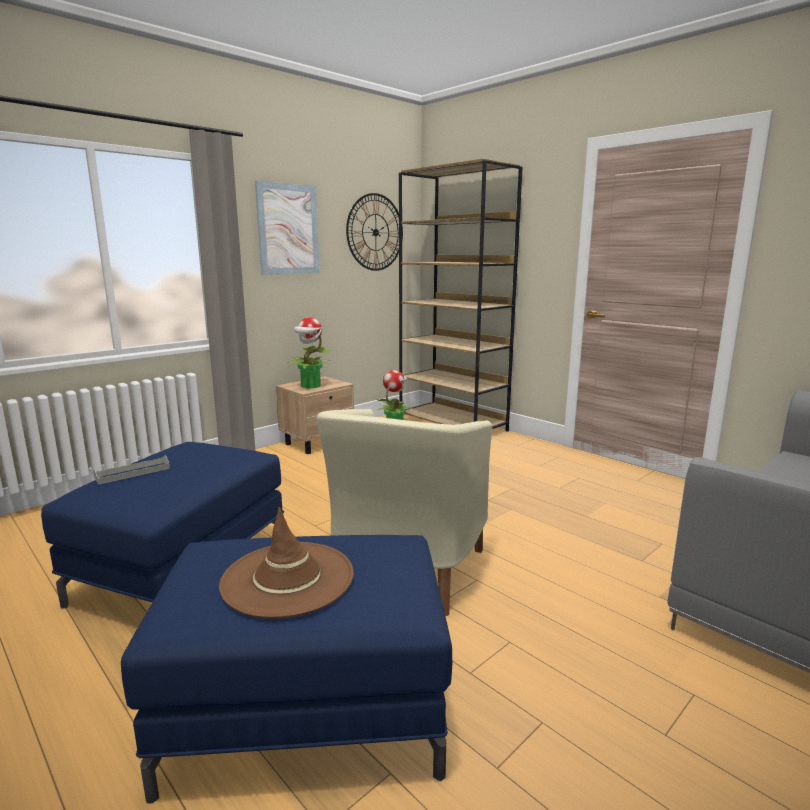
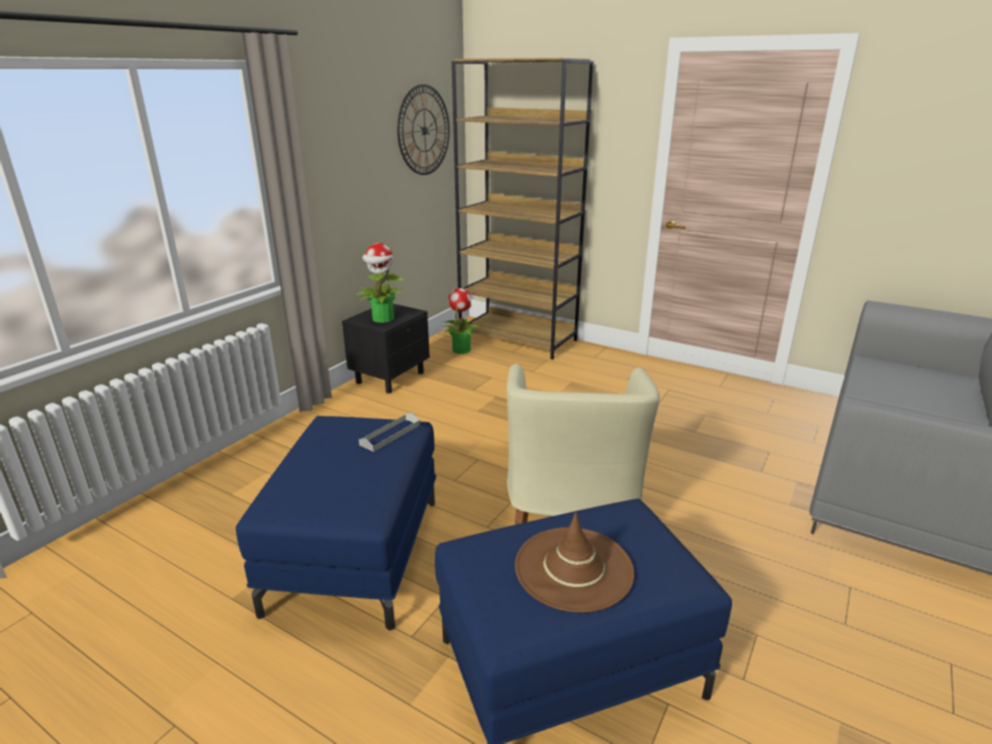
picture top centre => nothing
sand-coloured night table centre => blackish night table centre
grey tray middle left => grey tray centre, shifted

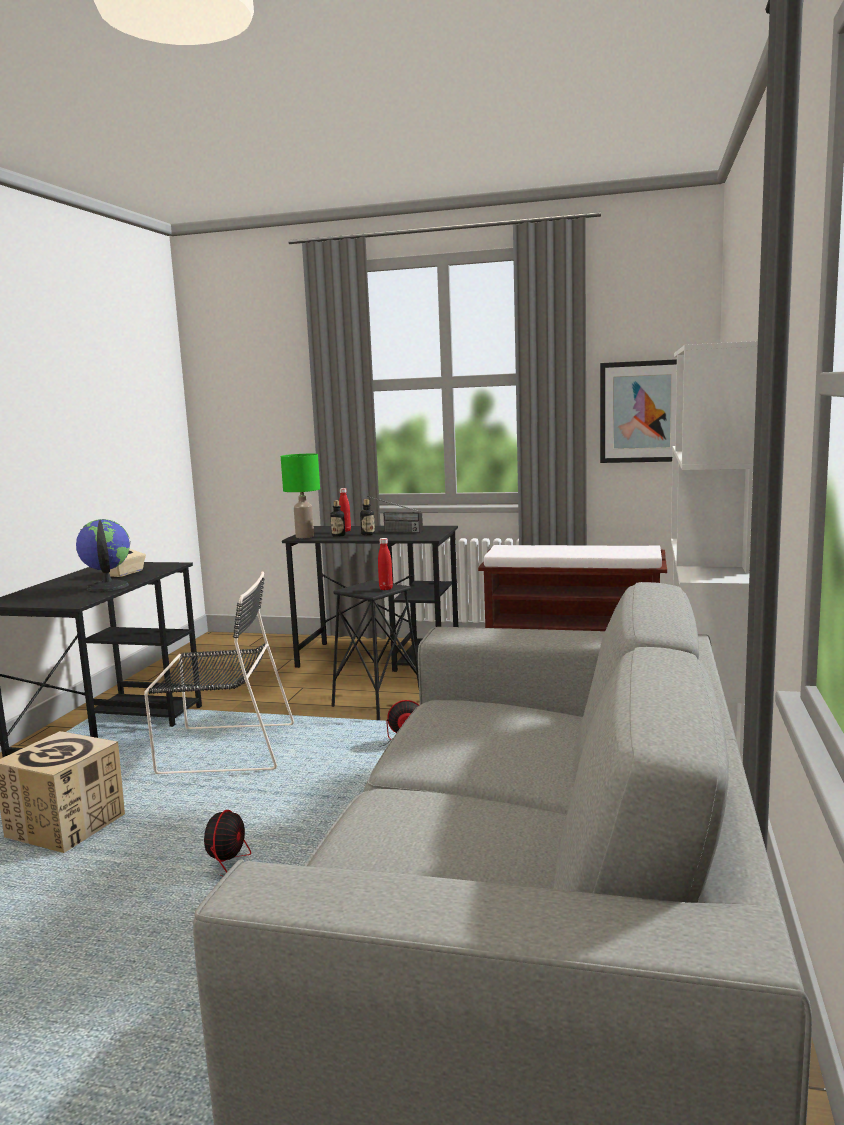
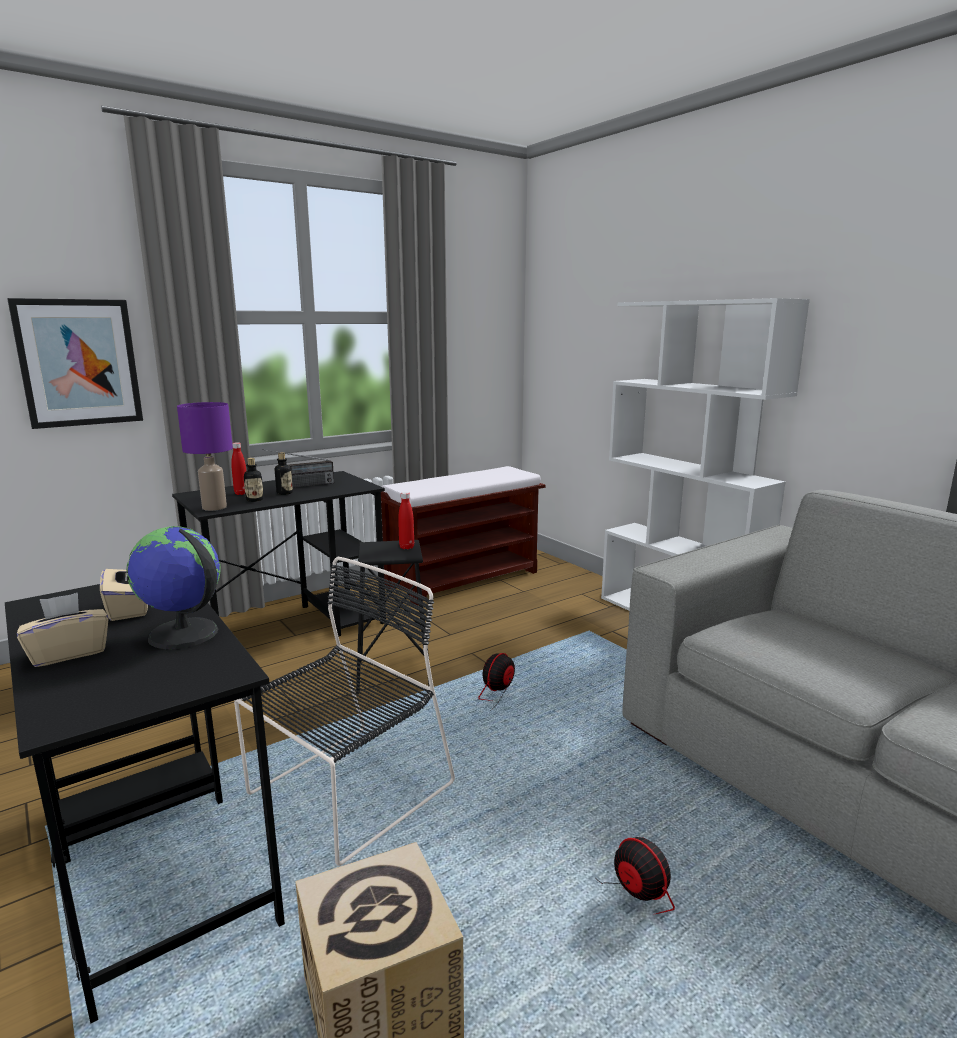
picture middle right => picture middle left, shifted
green table lamp centre => purple-coloured table lamp middle left
nothing => sand-coloured tissue holder (no. 1 from left) middle left

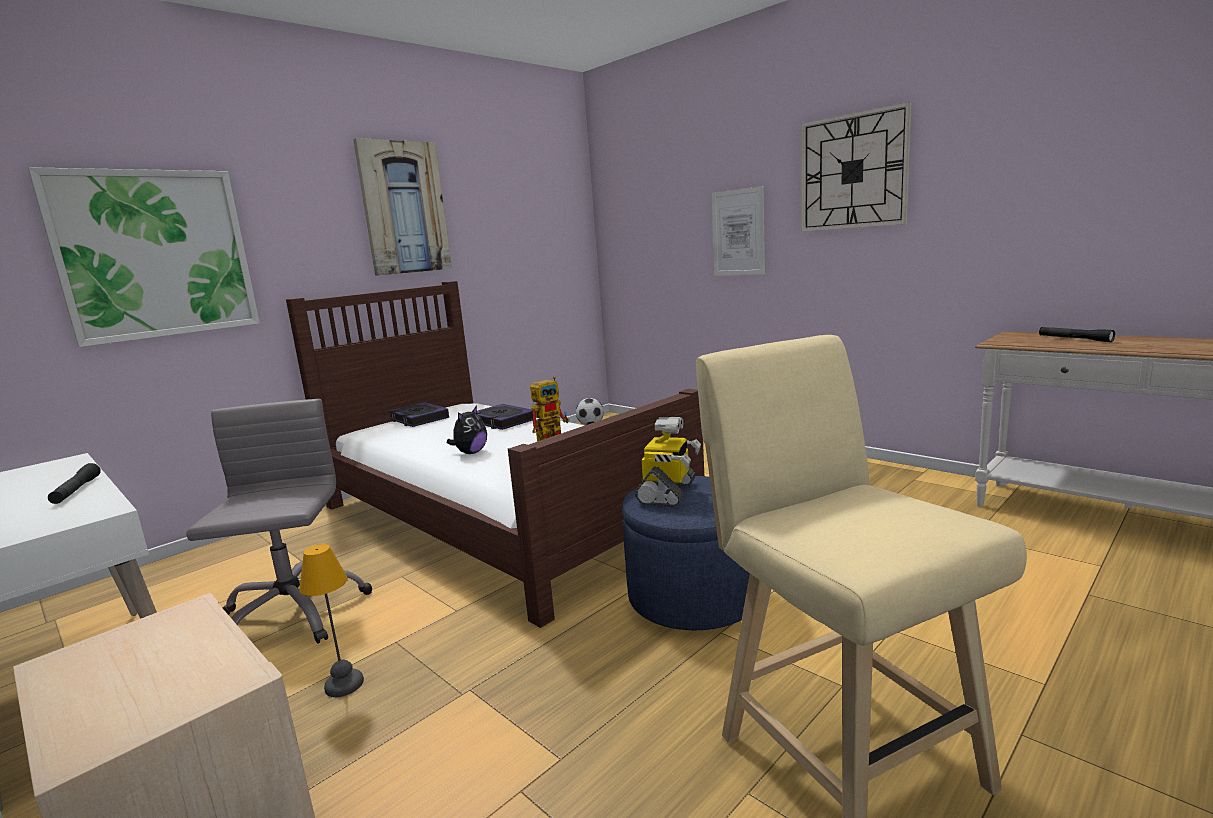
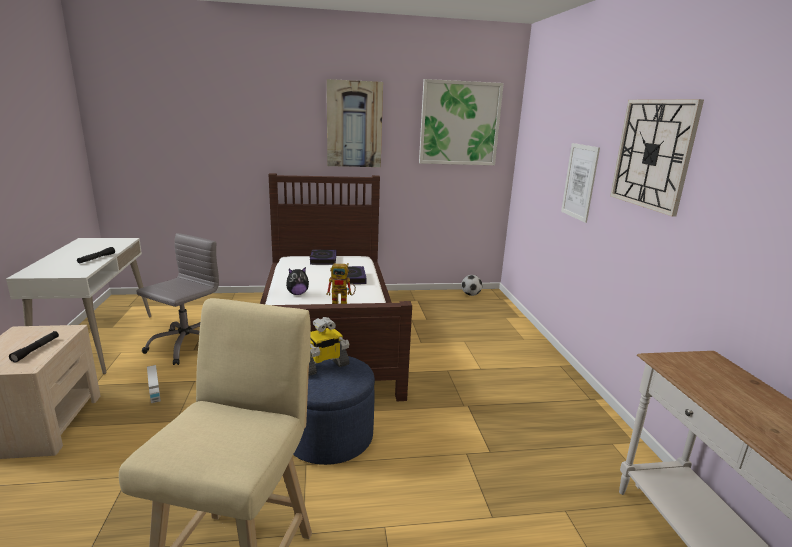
picture (no. 1 from left in the first image) top left => picture (no. 2 from left) top centre, shifted
blackish torch (no. 2 from left in the first image) middle right => blackish torch (no. 1 from left) middle left, shifted
table lamp bottom left => toy lorry bottom left

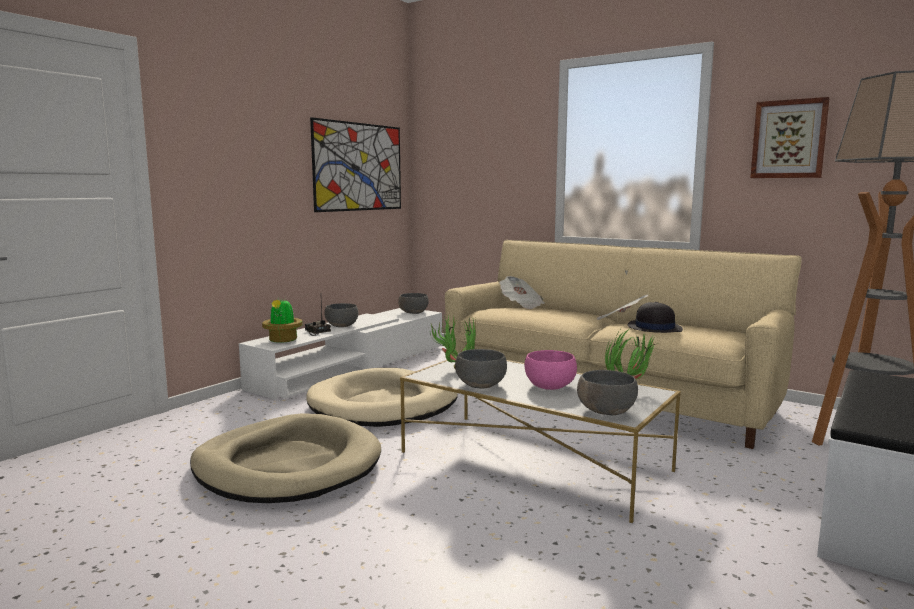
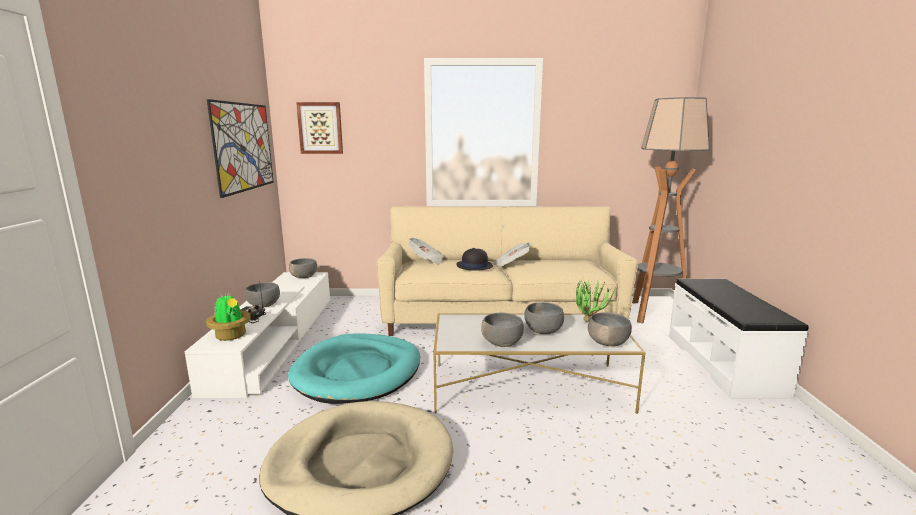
picture (no. 2 from left) top right => picture (no. 2 from left) top centre, shifted
blackish wearable hat middle right => blackish wearable hat centre, shifted
potted plant (no. 2 from left) centre => nothing
pink deep dish centre => grey deep dish (no. 4 from left) centre
sand-coloured pet bed (no. 2 from left) centre => turquoise-coloured pet bed bottom centre

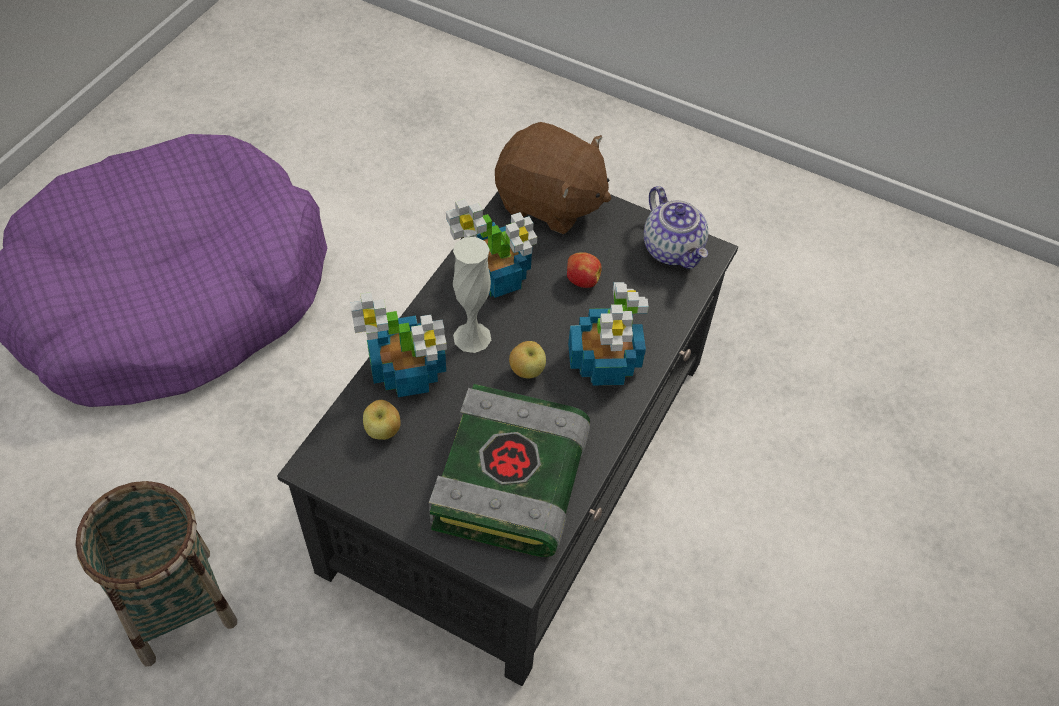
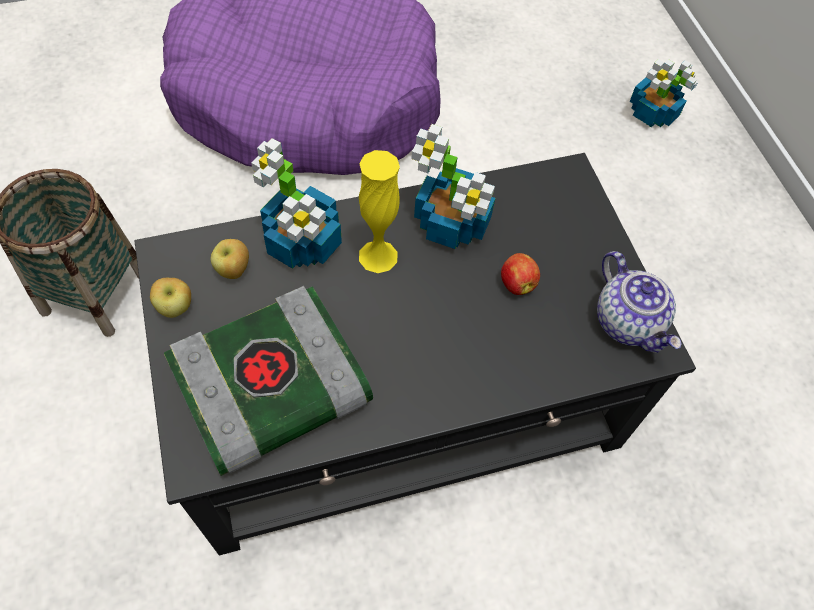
brown plush toy top centre => nothing
tea pot top centre => tea pot middle right, 45 degrees counterclockwise
white-coloured vase centre => yellow-coloured vase centre
potted plant (no. 3 from left) centre => potted plant (no. 3 from left) top right, shifted
apple (no. 2 from left in the first image) centre => apple (no. 1 from left) middle left, shifted

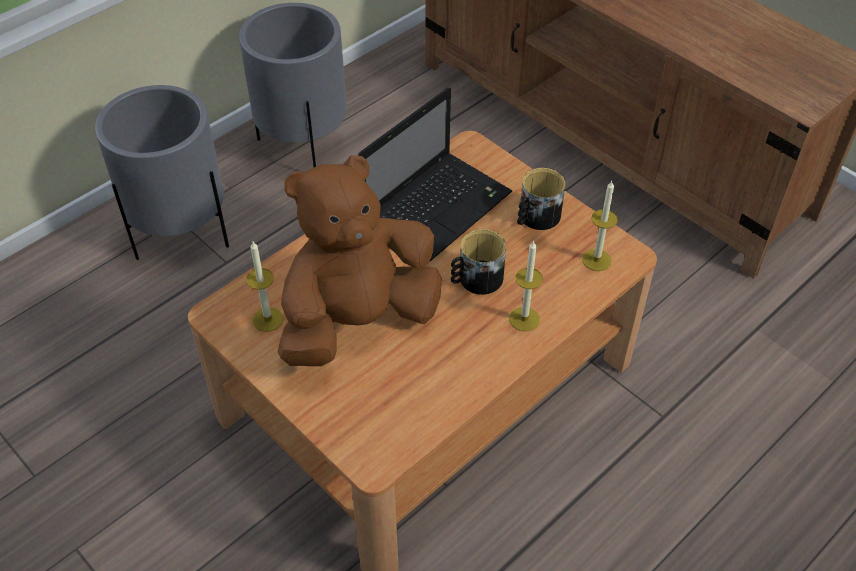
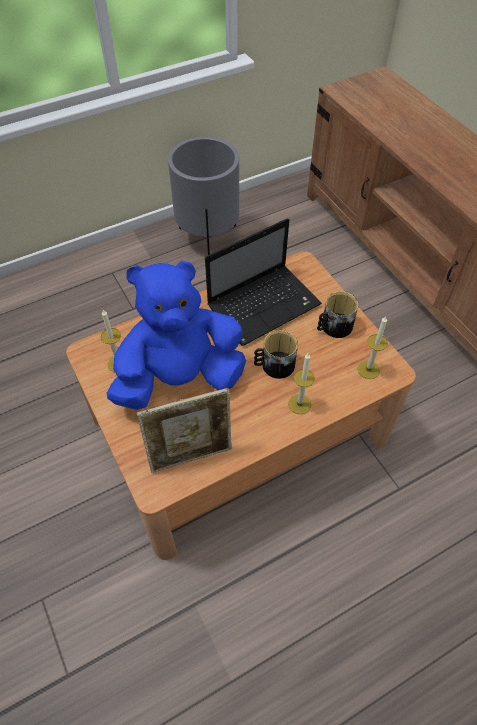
grey planter (no. 1 from left) top left => nothing
brown plush toy centre => bluish plush toy centre
nothing => picture frame centre

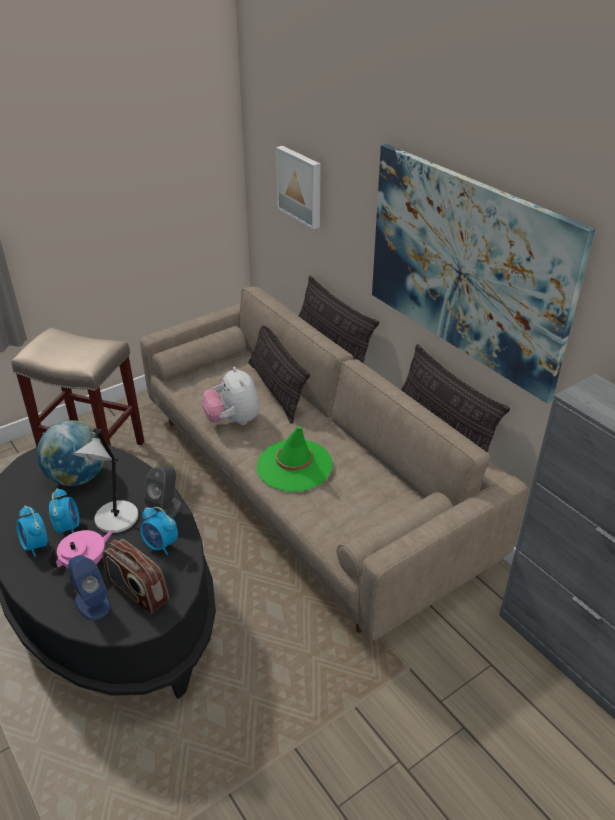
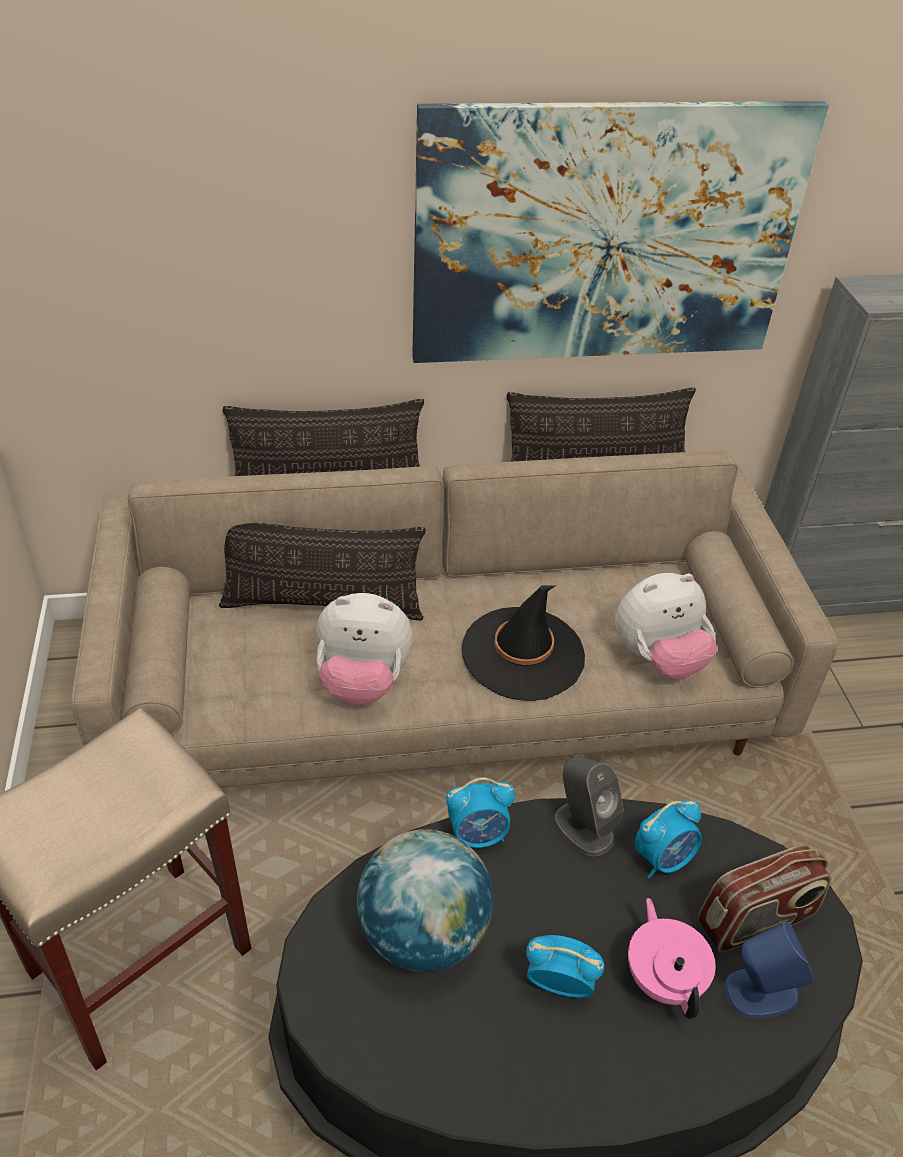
picture (no. 1 from left) top centre => nothing
green wearable hat centre => blackish wearable hat centre
grey table lamp middle left => nothing
bedside clock (no. 1 from left) middle left => bedside clock (no. 1 from left) bottom centre, shifted
nothing => plush toy (no. 2 from left) middle right

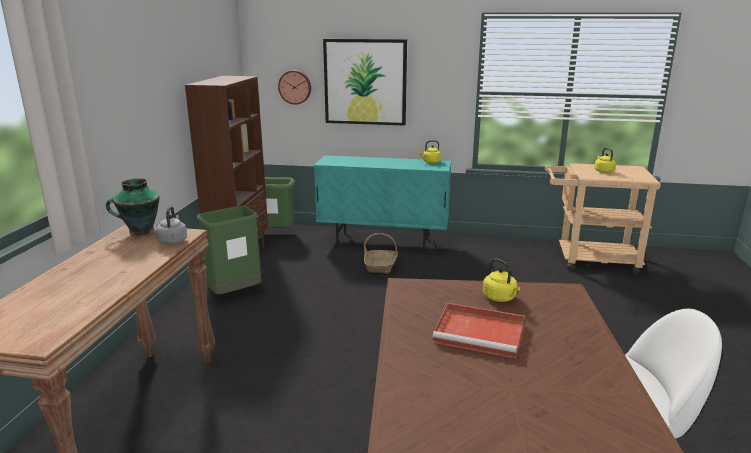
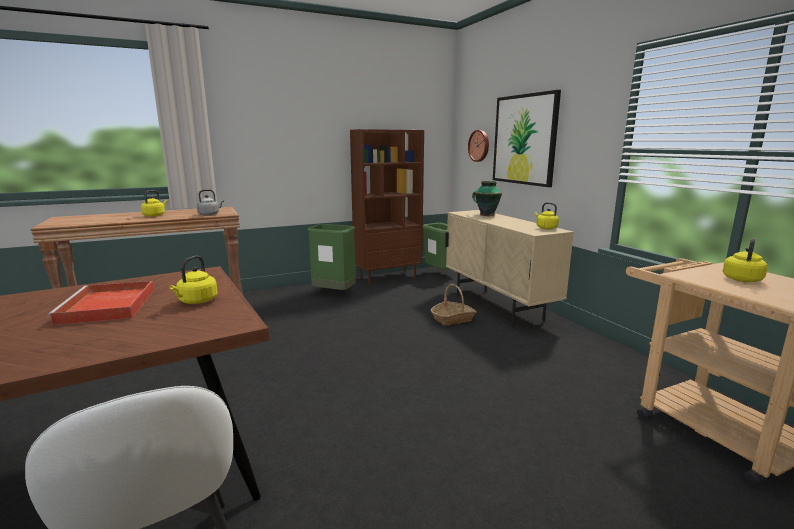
turquoise-coloured storage cabinet centre => sand-coloured storage cabinet centre
vase middle left => vase centre, shifted
nothing => yellow-coloured water kettle (no. 1 from left) middle left

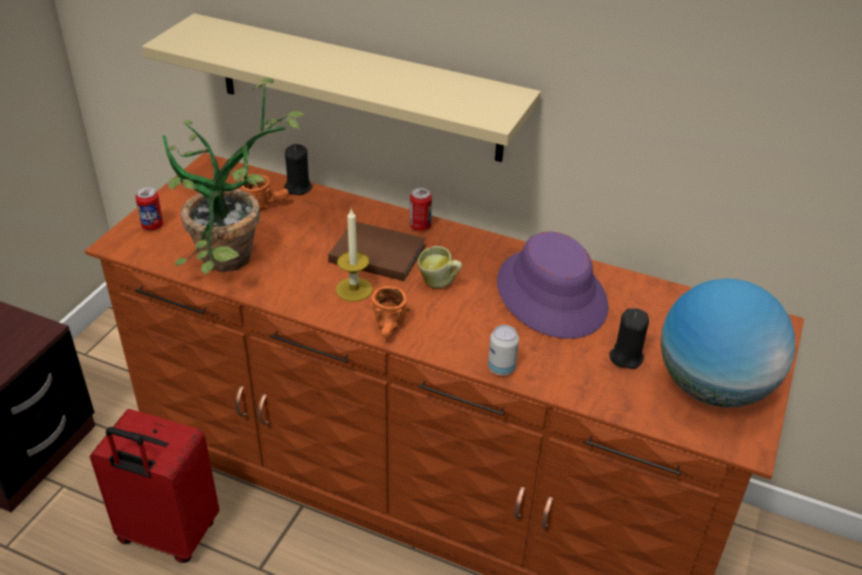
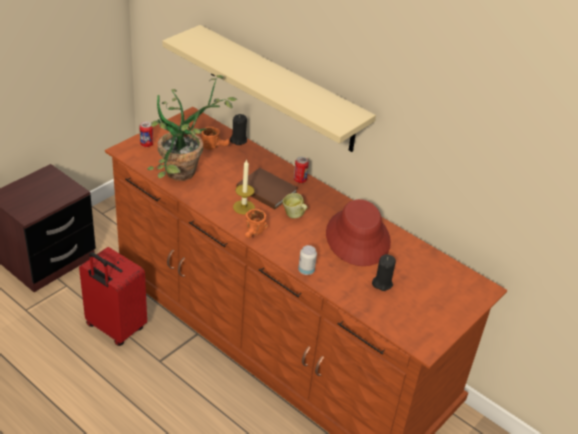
purple-coloured wearable hat centre => red-coloured wearable hat centre
world globe middle right => nothing

